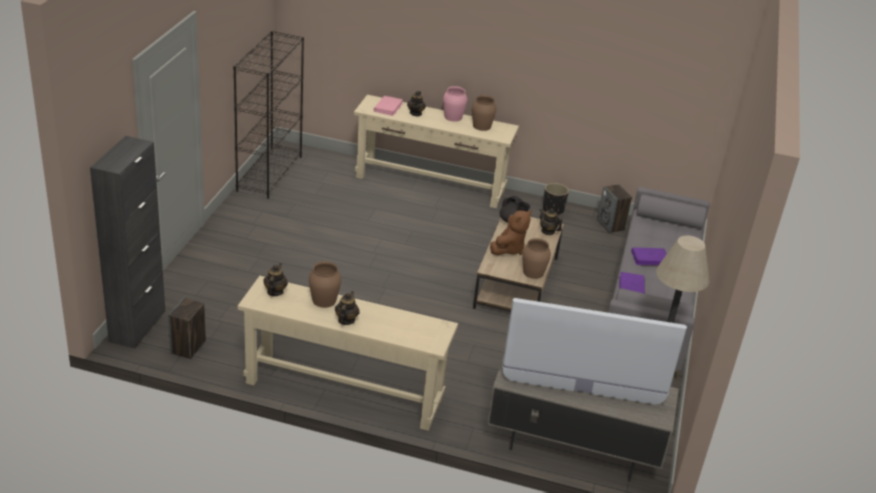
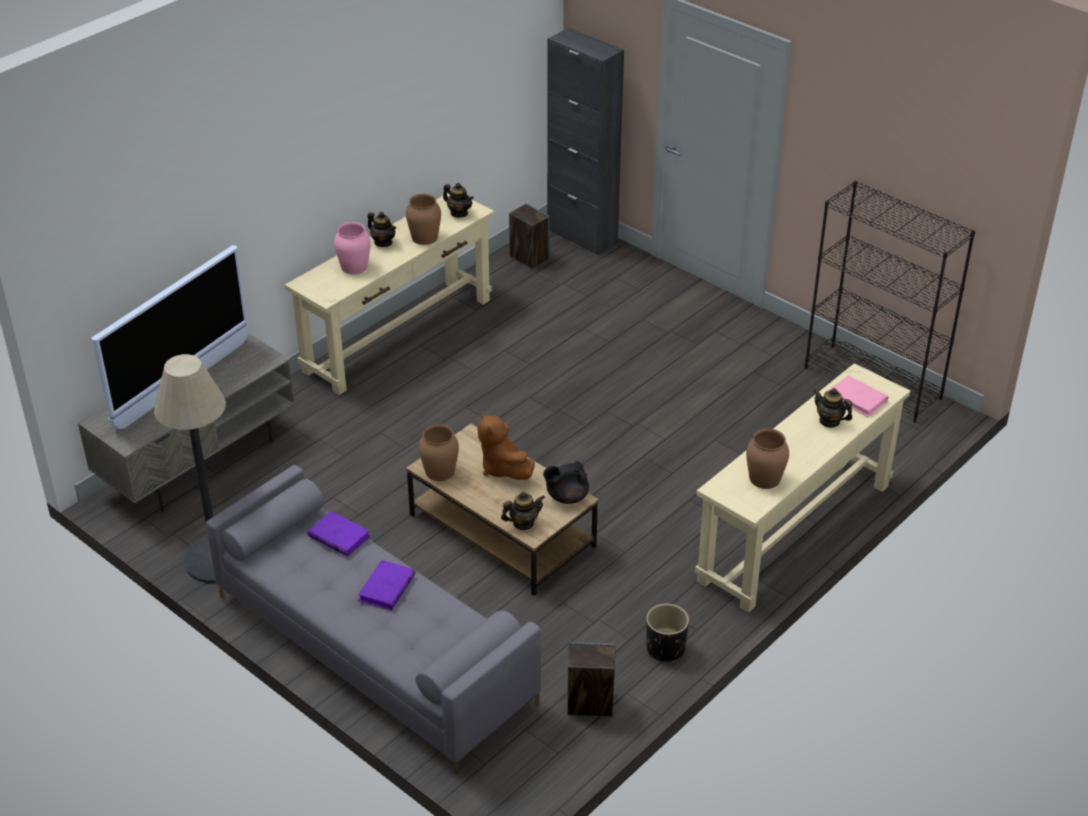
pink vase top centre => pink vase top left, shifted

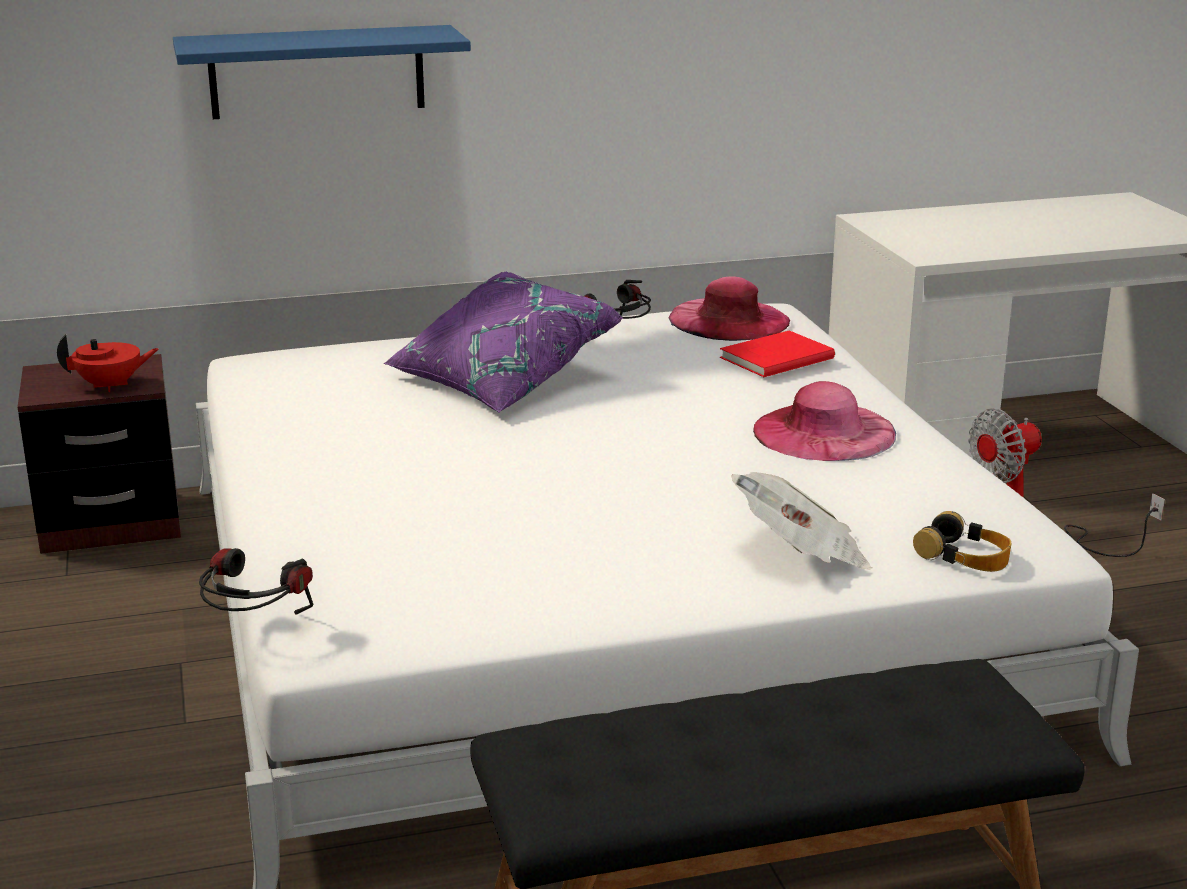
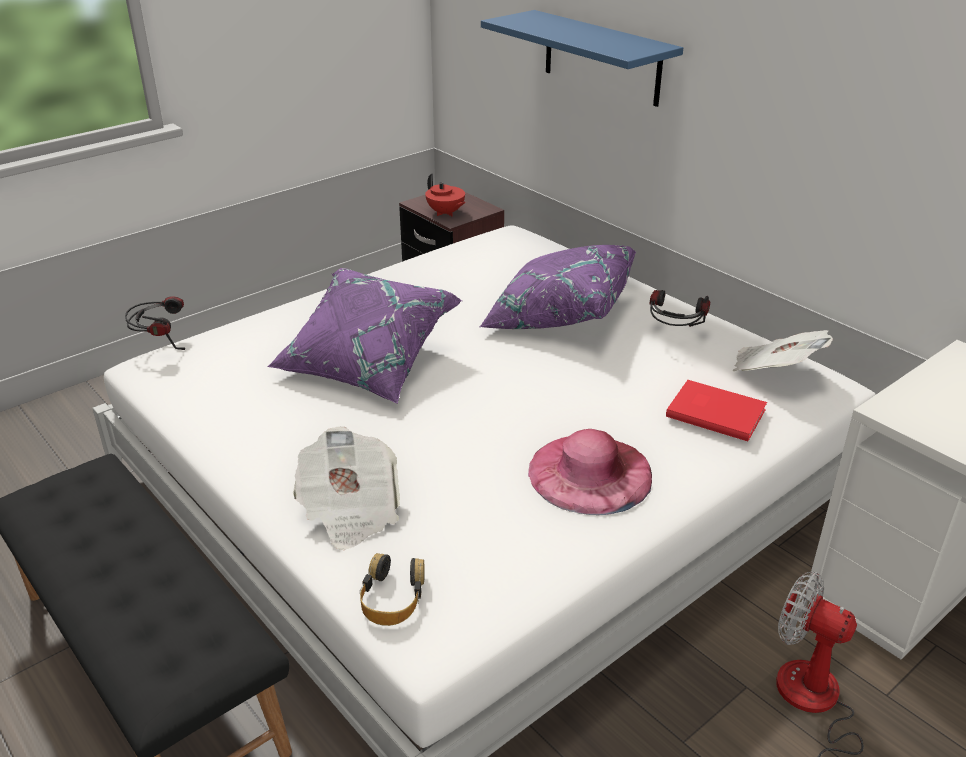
pink wearable hat (no. 1 from left) centre => daily paper (no. 2 from left) middle right
nothing => purple-coloured cushion (no. 1 from left) centre

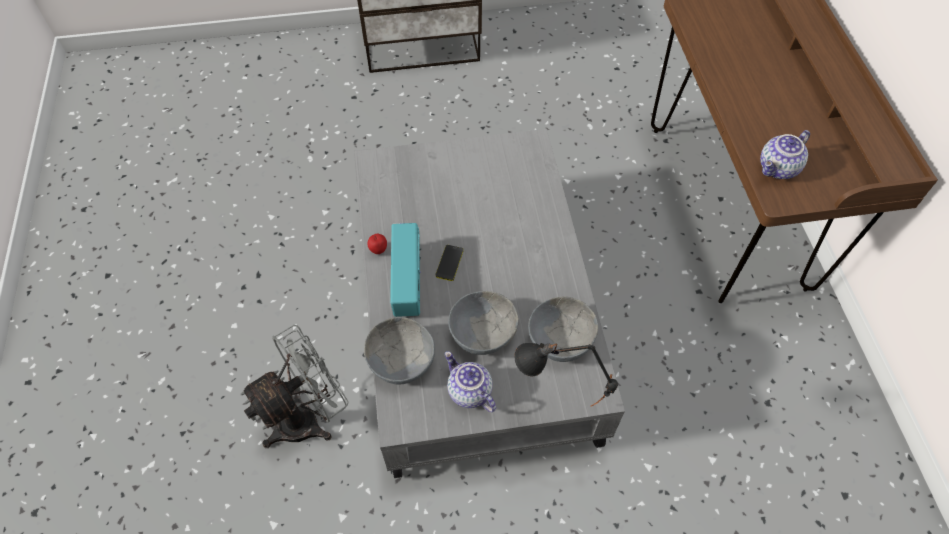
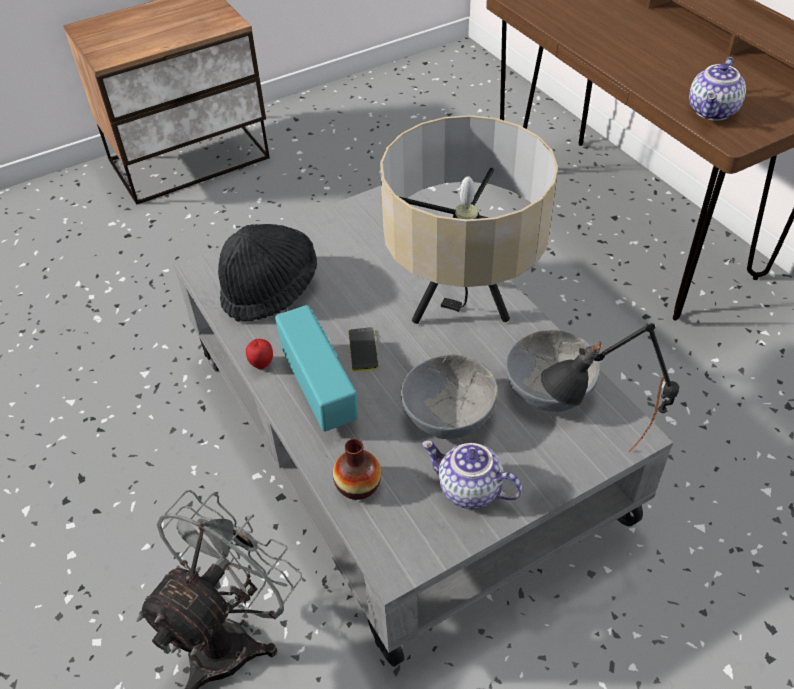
grey deep dish (no. 1 from left) centre => vase bottom centre
nothing => sand-coloured table lamp top centre
nothing => blackish wearable hat centre

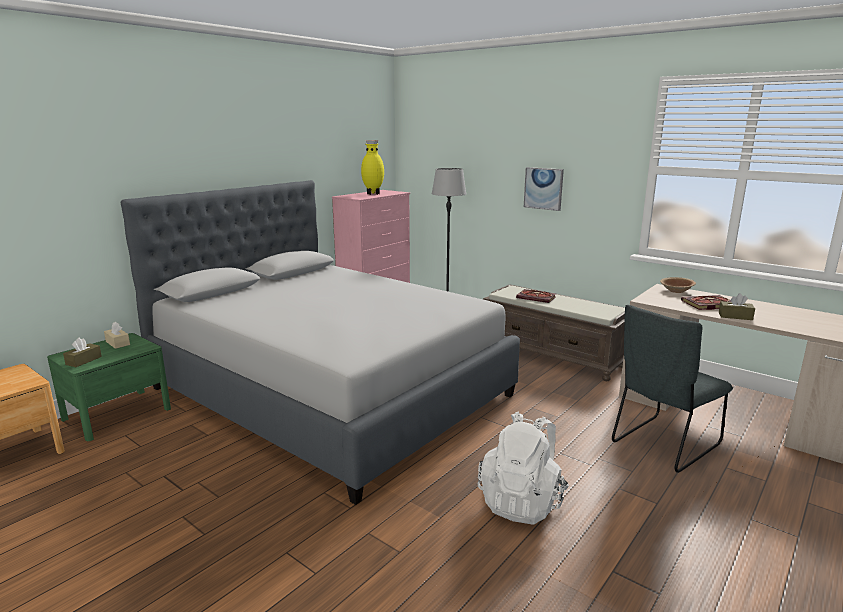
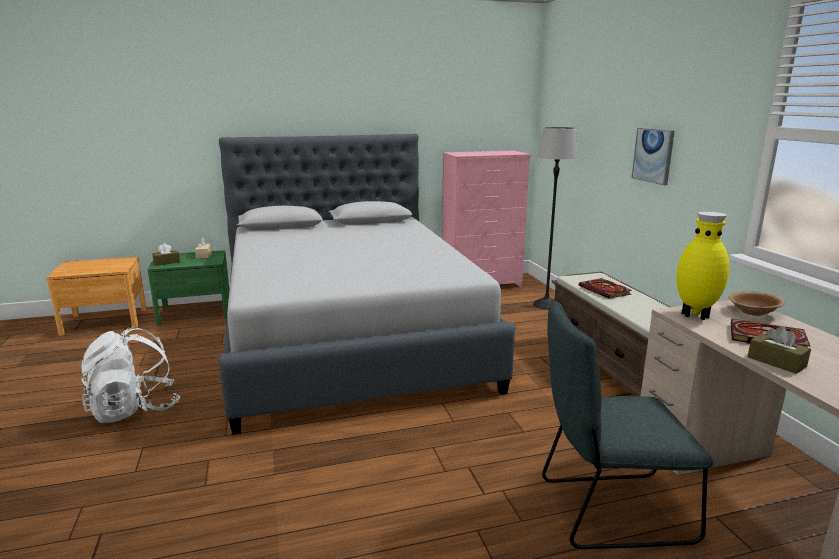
yellow-coloured vase top centre => yellow-coloured vase middle right, shifted
white-coloured backpack bottom centre => white-coloured backpack bottom left, shifted

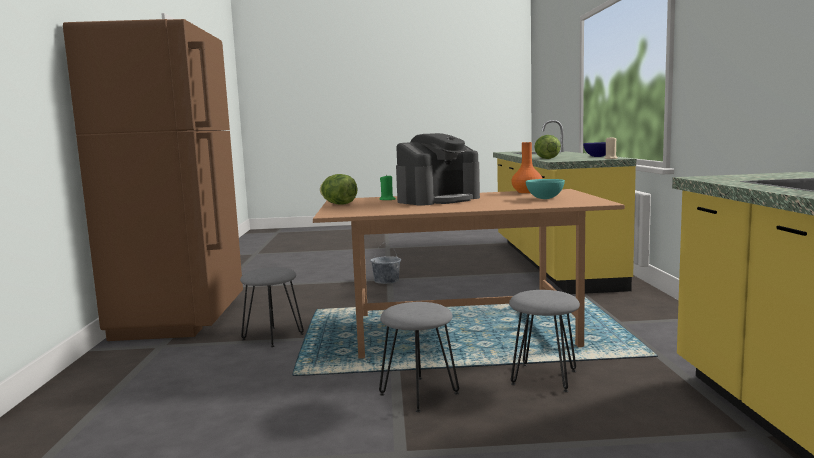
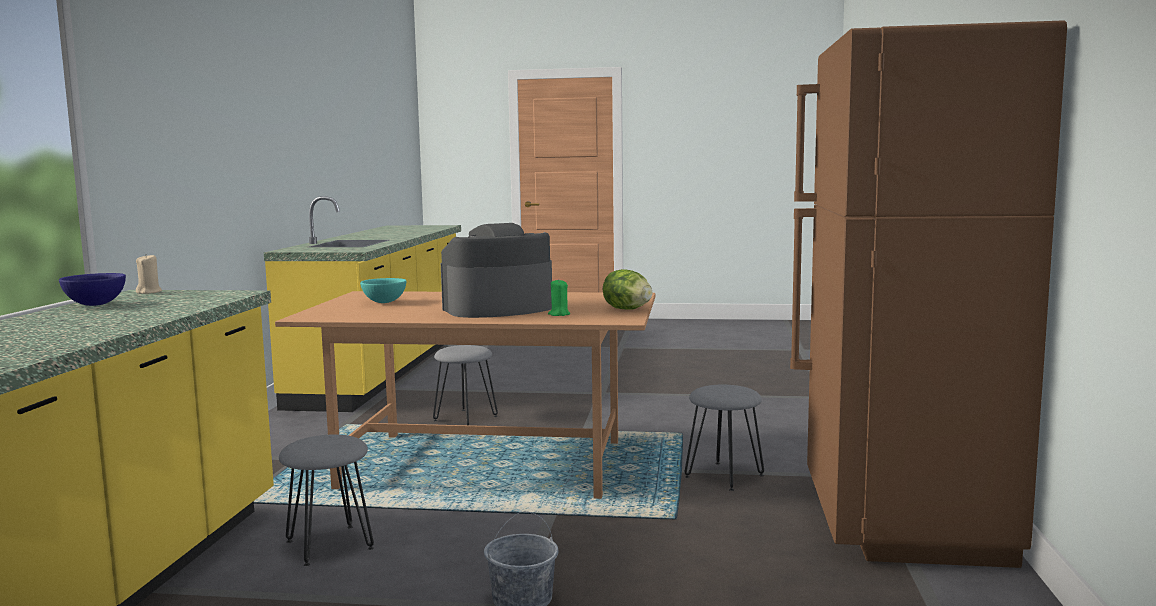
head of lettuce (no. 2 from left) top right => nothing
orange-coloured vase centre => nothing
grey sitting stool (no. 2 from left in the first image) bottom centre => grey sitting stool (no. 1 from left) bottom left, shifted

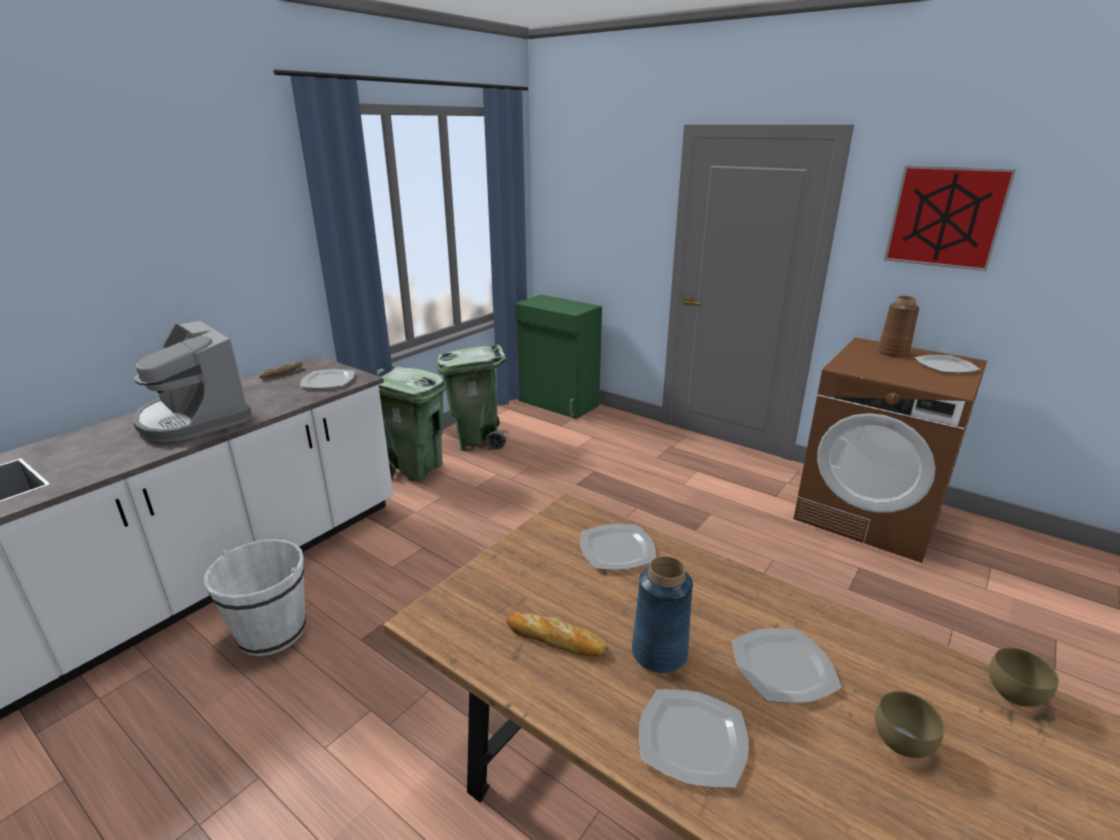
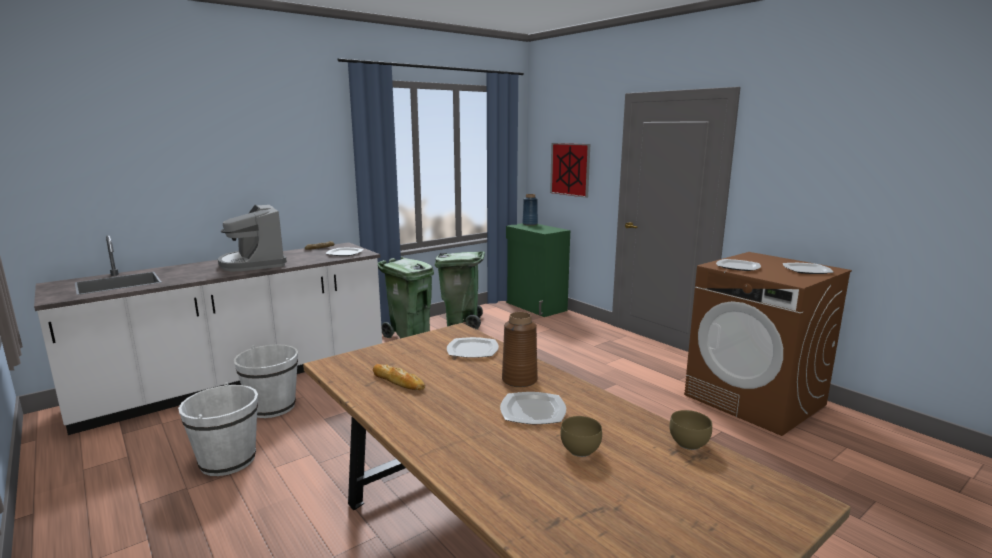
picture top right => picture top centre, shifted
brown vase middle right => brown vase centre, shifted
bluish vase bottom centre => bluish vase centre, shifted
dinner plate (no. 3 from left in the first image) bottom centre => dinner plate (no. 4 from left) middle right, shifted
nothing => white-coloured bucket (no. 1 from left) bottom left

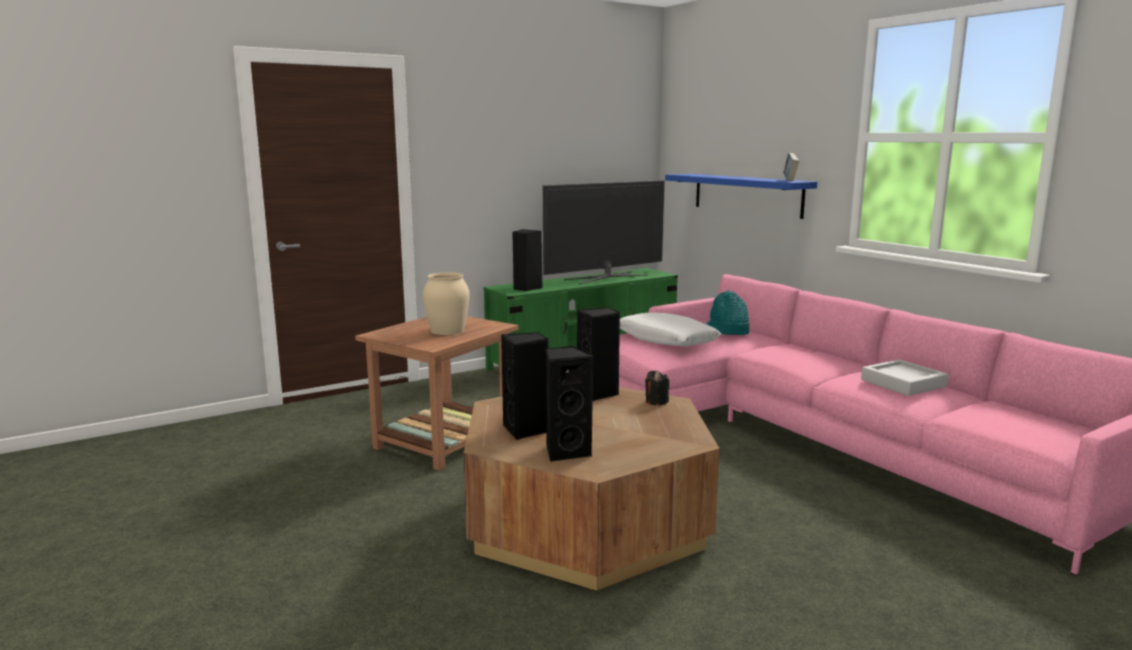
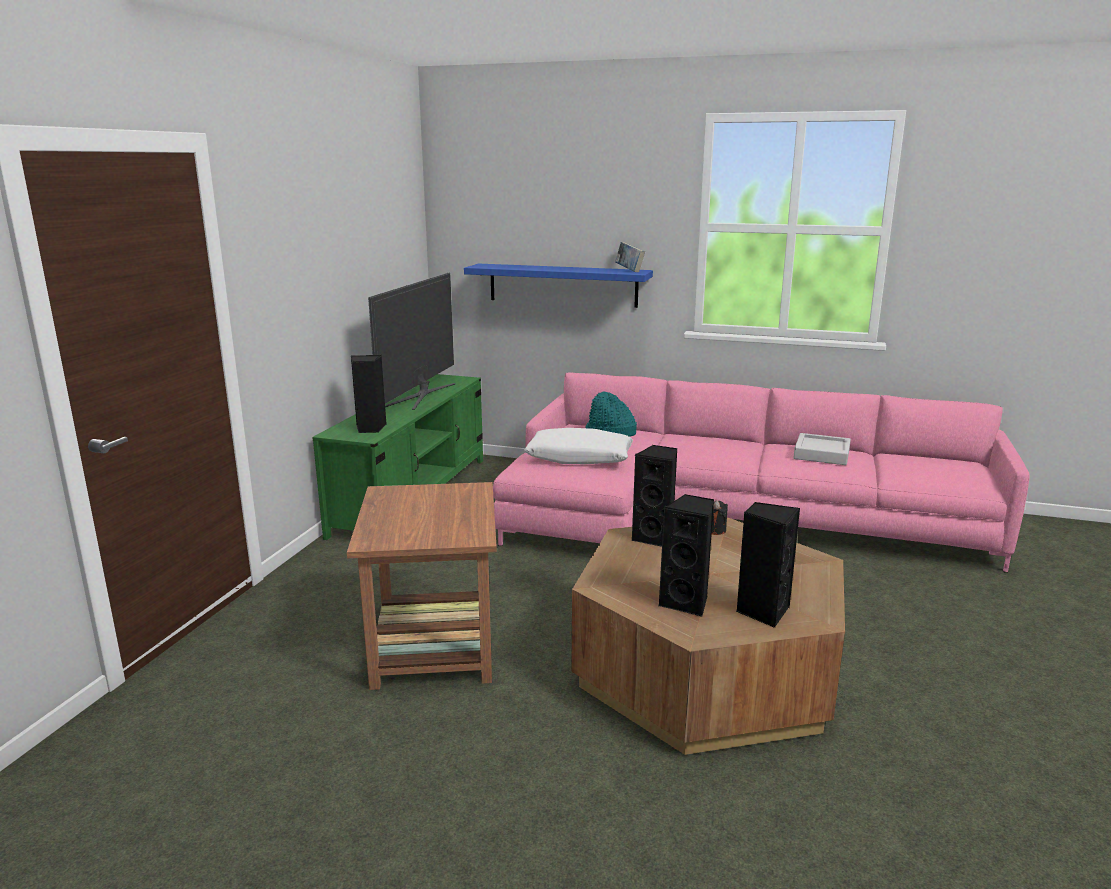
sand-coloured vase centre => nothing

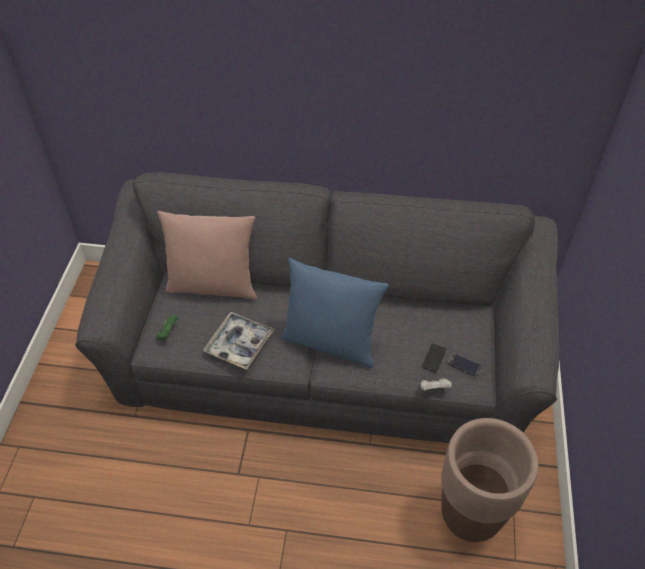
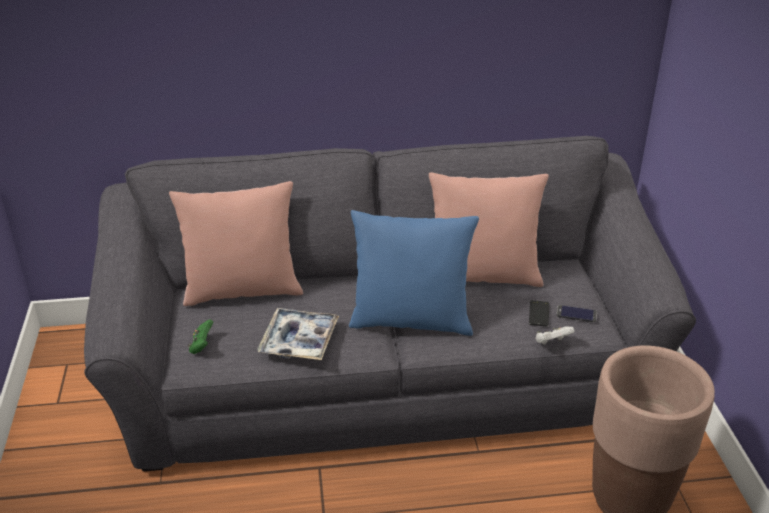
nothing => pink cushion (no. 2 from left) centre

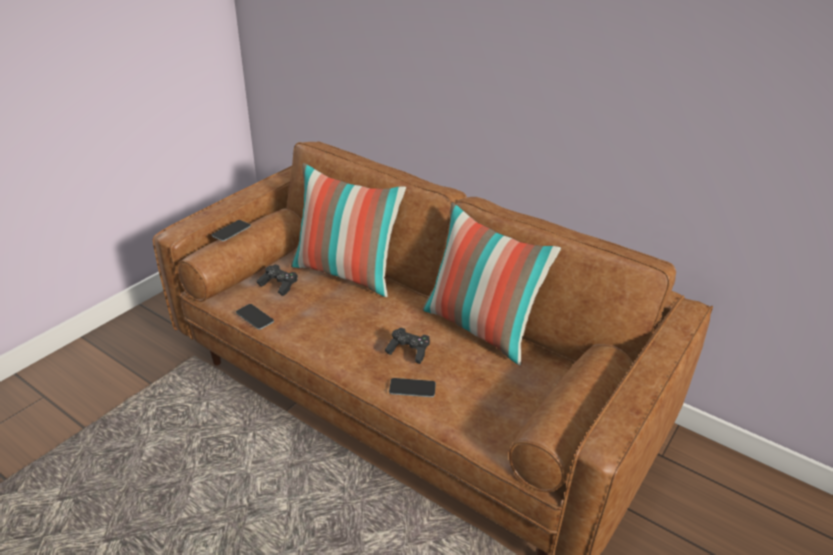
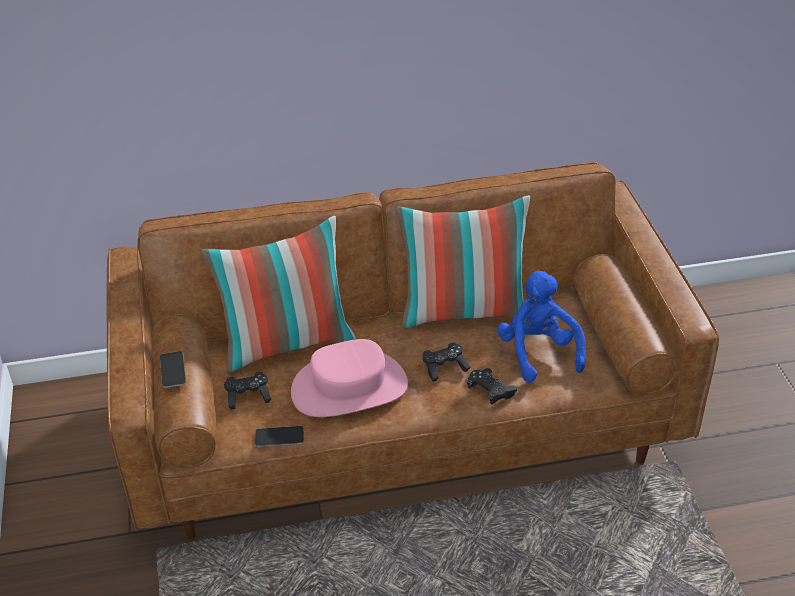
telephone (no. 3 from left) bottom centre => blackish joypad (no. 3 from left) centre
nothing => bluish plush toy middle right
nothing => pink wearable hat centre

